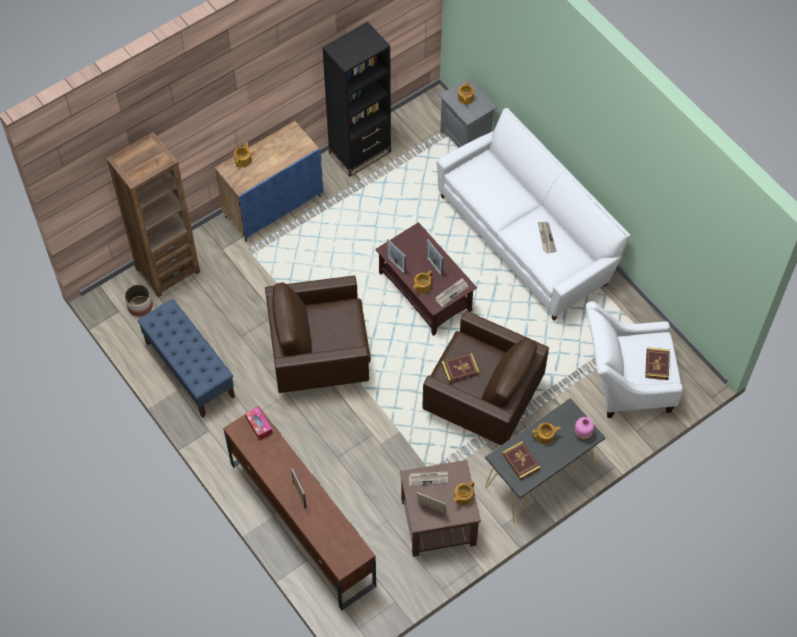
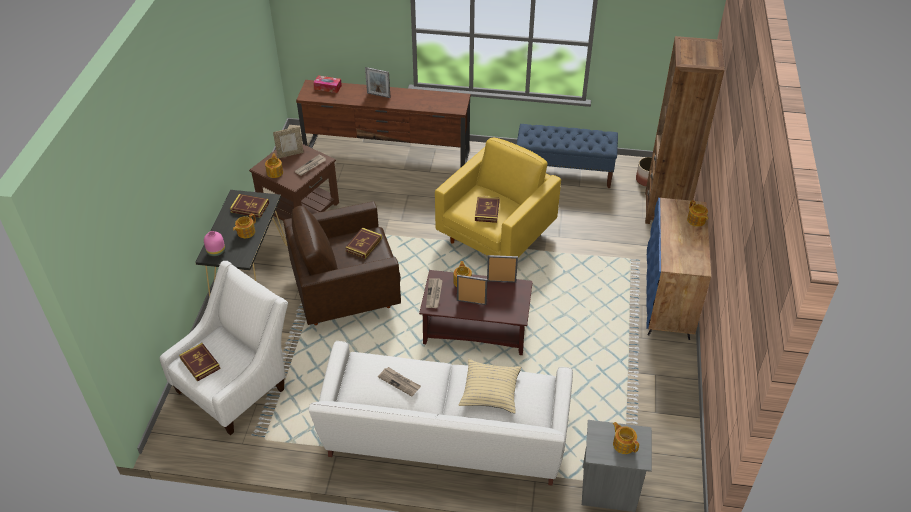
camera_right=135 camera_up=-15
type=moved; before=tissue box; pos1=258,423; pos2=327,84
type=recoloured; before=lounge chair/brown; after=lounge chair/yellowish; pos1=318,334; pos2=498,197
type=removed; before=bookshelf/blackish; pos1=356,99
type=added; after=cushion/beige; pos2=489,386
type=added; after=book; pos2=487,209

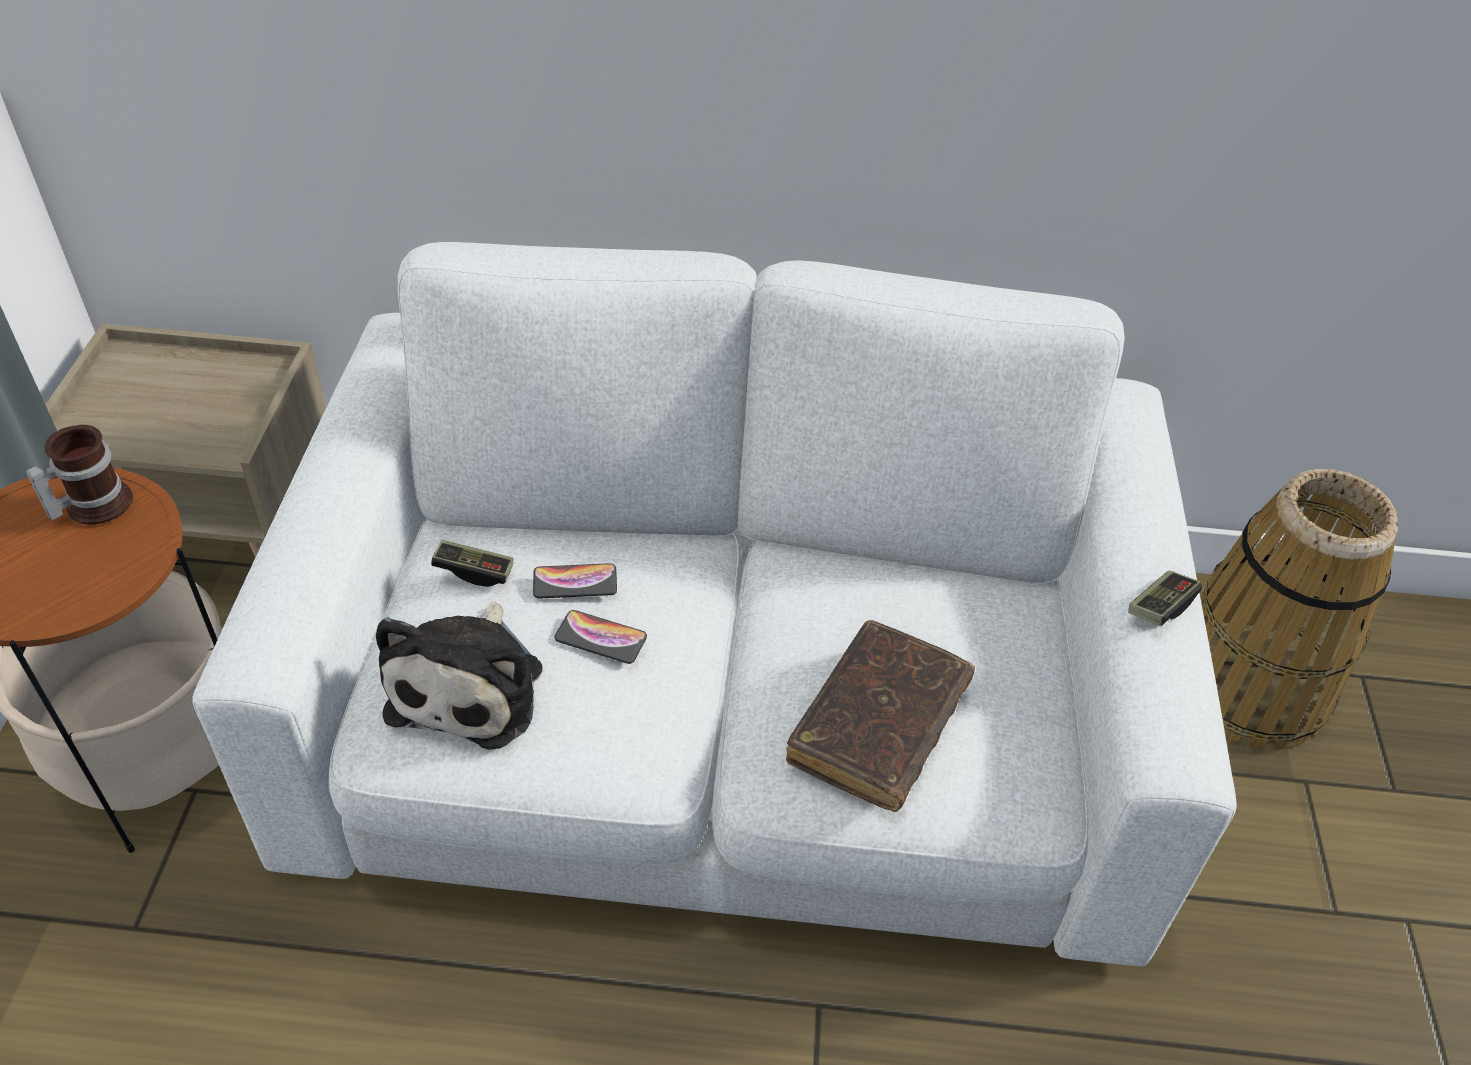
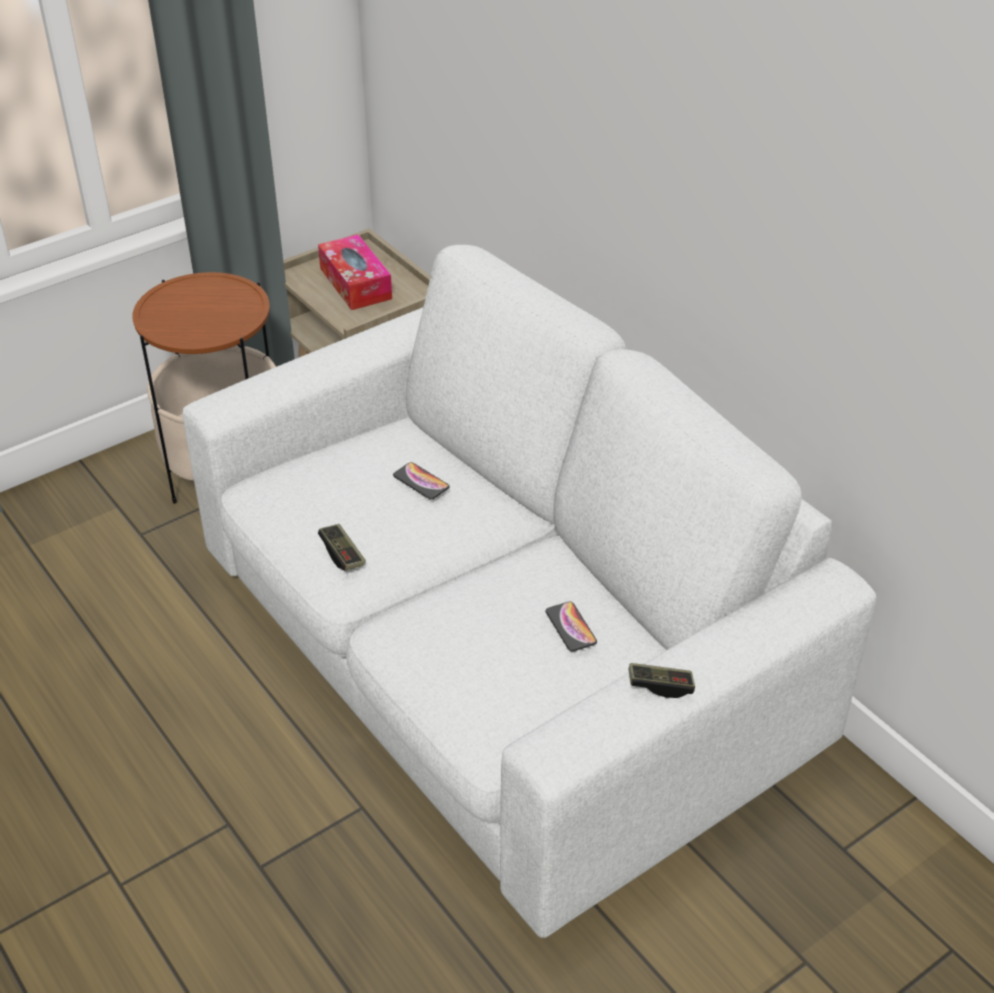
camera_right=50 camera_up=-5
type=removed; before=tea mug; pos1=79,475
type=removed; before=soft toy; pos1=459,675
type=moved; before=gamepad; pos1=472,563; pos2=342,547
type=moved; before=handset; pos1=600,637; pos2=571,626
type=removed; before=book/brown; pos1=880,716
type=removed; before=basket; pos1=1299,609
type=added; after=tissue box; pos2=355,272

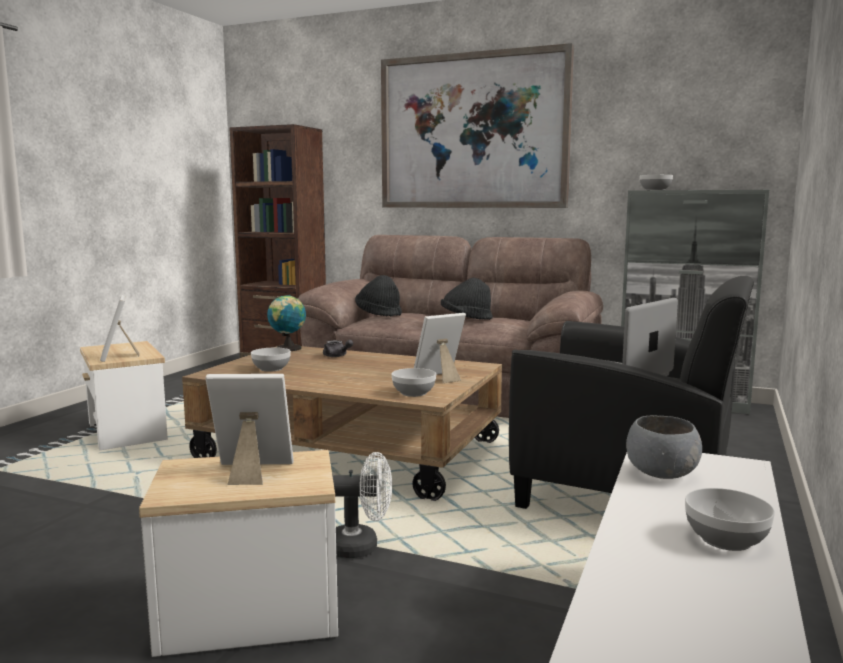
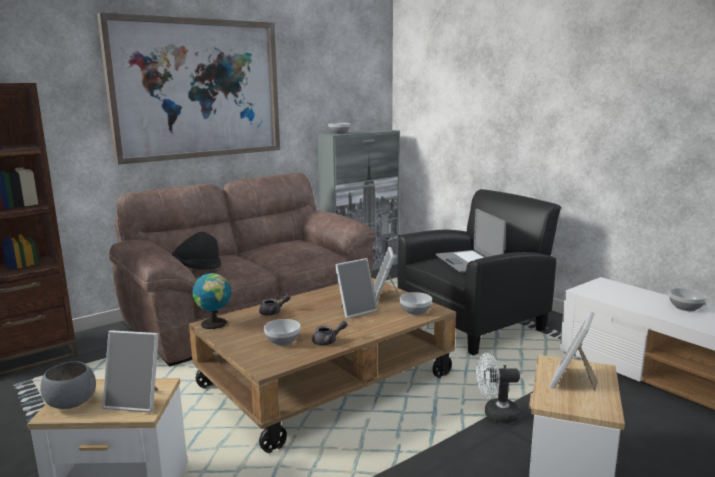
camera_right=-60 camera_up=5
type=turned; before=electric fan/white; pos1=362,505; pos2=498,388; turn=-120
type=removed; before=hat/blackish; pos1=467,298
type=moved; before=deep dish/grey; pos1=664,447; pos2=68,385
type=added; after=teapot/grey; pos2=329,333
type=added; after=standing frame; pos2=356,288

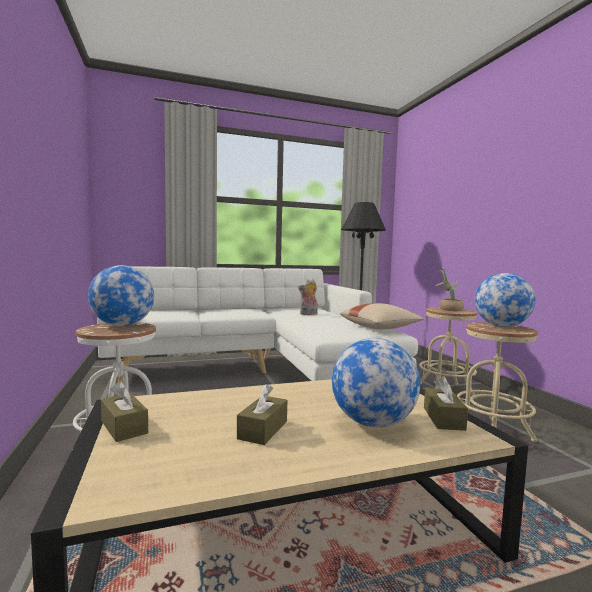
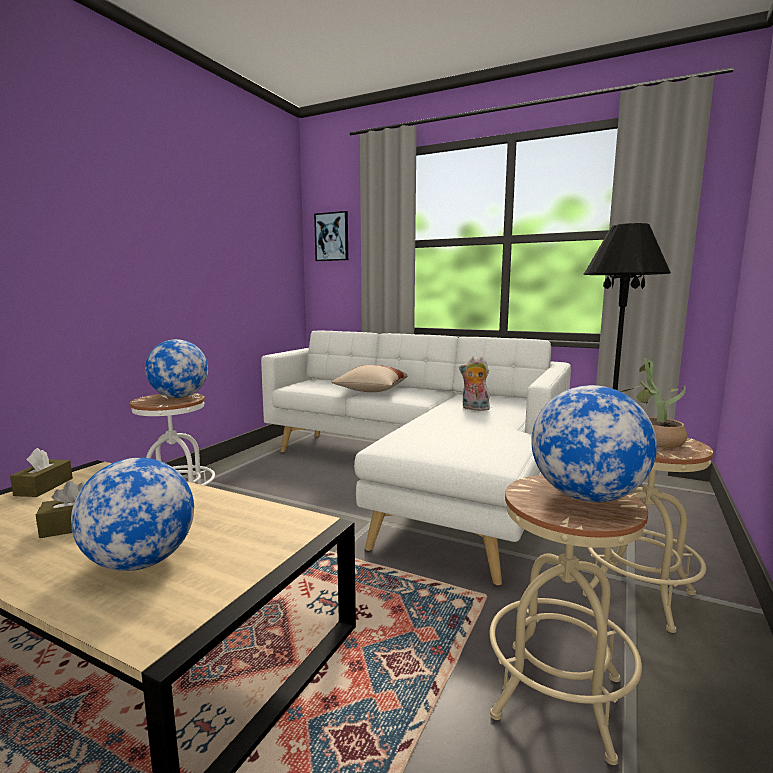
camera_right=45 camera_up=5
type=moved; before=cushion/beige; pos1=382,316; pos2=370,378
type=removed; before=tissue box/brown; pos1=446,403
type=added; after=wall picture; pos2=331,236

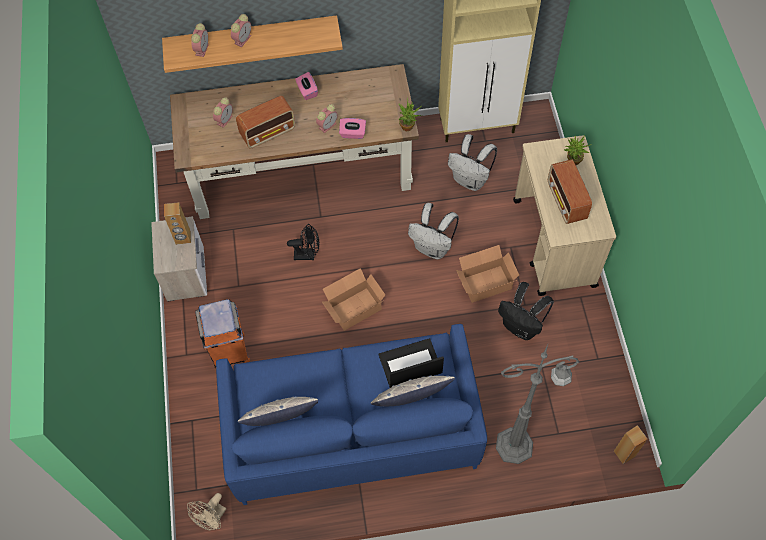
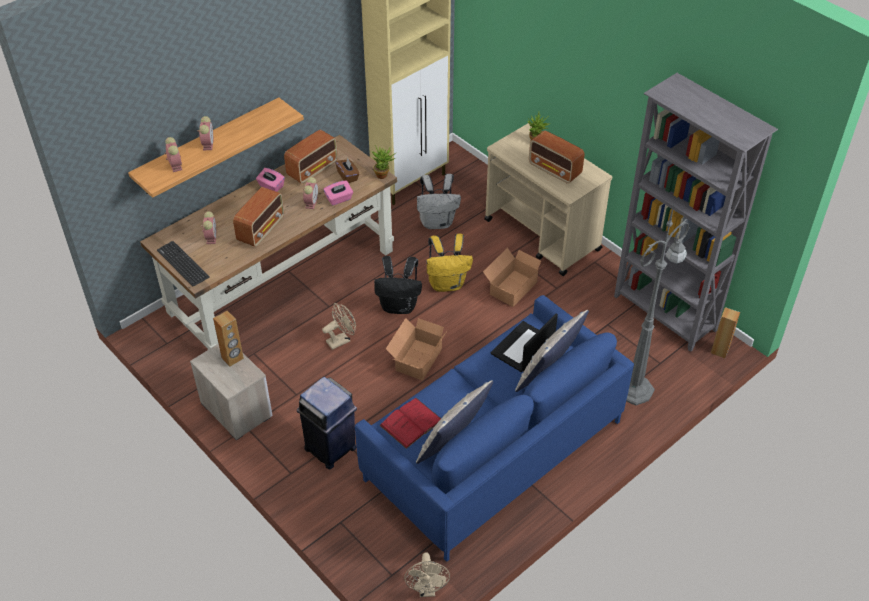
camera_right=-35 camera_up=-15
type=recoloured; before=trash can/orange; after=trash can/blue; pos1=222,334; pos2=327,423
type=recoloured; before=electric fan/blackish; after=electric fan/beige; pos1=303,242; pos2=339,326
type=recoloured; before=backpack/white; after=backpack/yellowish; pos1=433,231; pos2=450,262
type=moved; before=backpack/blackish; pos1=526,311; pos2=398,285
type=added; after=keyboard; pos2=183,263
type=added; after=radio set; pos2=311,157
type=added; after=tissue box/brown; pos2=347,170
type=added; after=book/red; pos2=410,423
type=added; after=bookshelf/grey; pos2=696,212

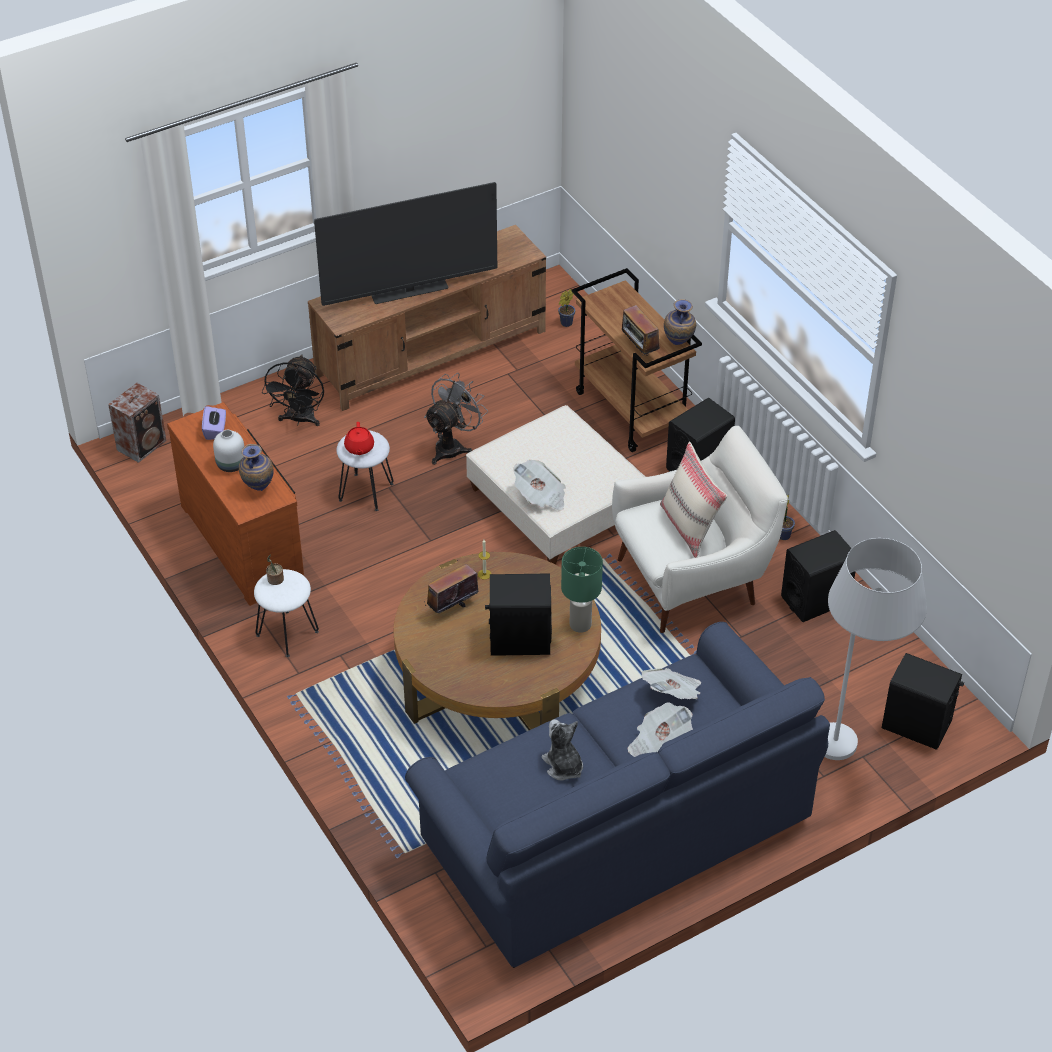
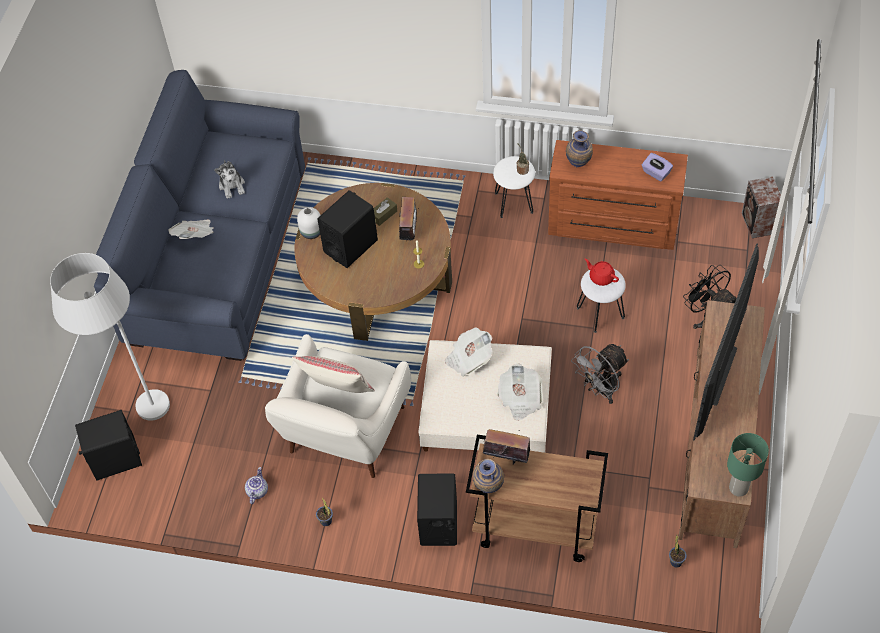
camera_right=135 camera_up=10
type=moved; before=flower vase/white; pos1=228,451; pos2=309,223
type=turned; before=electric fan/grey; pos1=456,419; pos2=600,374; turn=60
type=turned; before=soft toy; pos1=562,750; pos2=229,179; turn=60
type=moved; before=table lamp/green-coloured; pos1=582,590; pos2=748,465
type=moved; before=daily paper; pos1=671,683; pos2=520,392
type=replaced; before=audio speaker/blackish; after=teapot; pos1=818,576; pos2=256,485
type=added; after=tissue box/brown; pos2=385,211

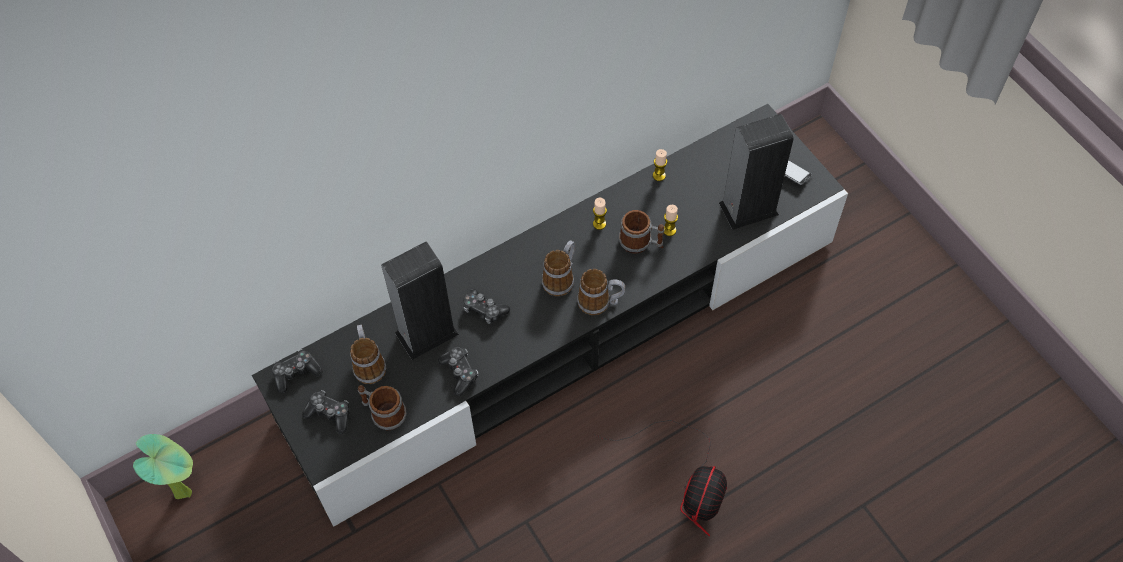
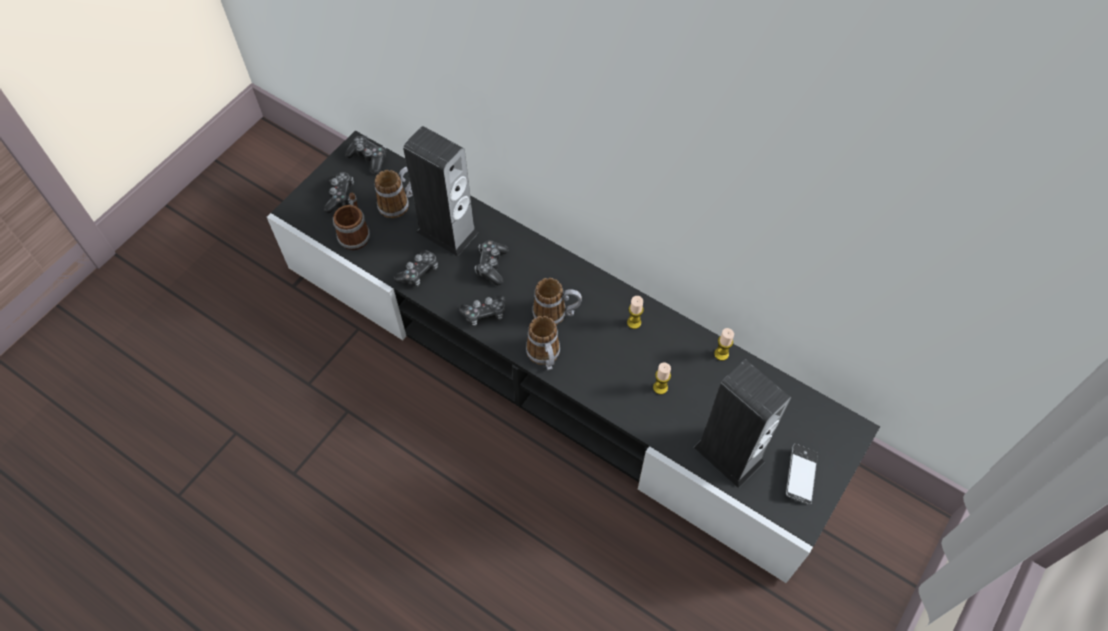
camera_right=65 camera_up=0
type=removed; before=houseplant; pos1=163,466
type=removed; before=electric fan; pos1=661,478
type=removed; before=tea mug; pos1=642,232
type=added; after=gamepad; pos2=482,310

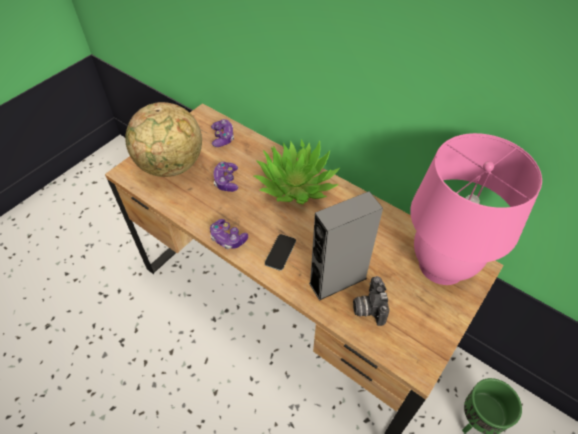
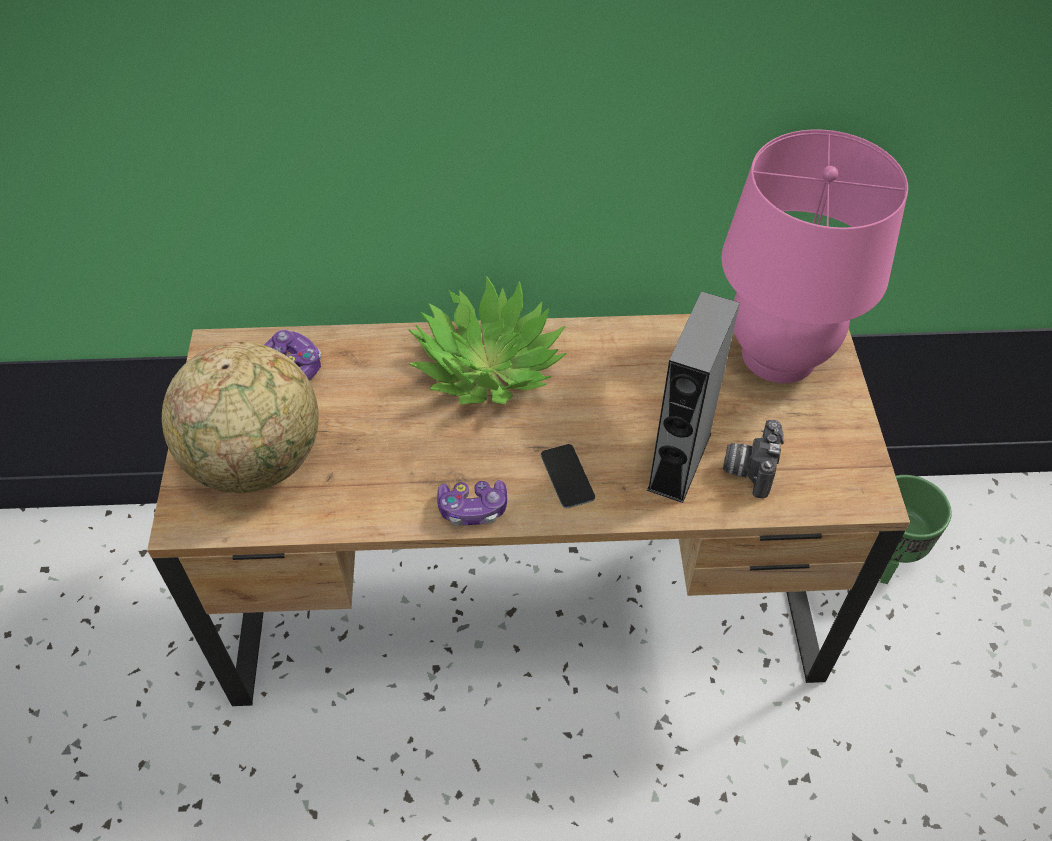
camera_right=-40 camera_up=0
type=removed; before=gamepad; pos1=226,177
type=turned; before=still camera; pos1=371,301; pos2=753,459; turn=60

